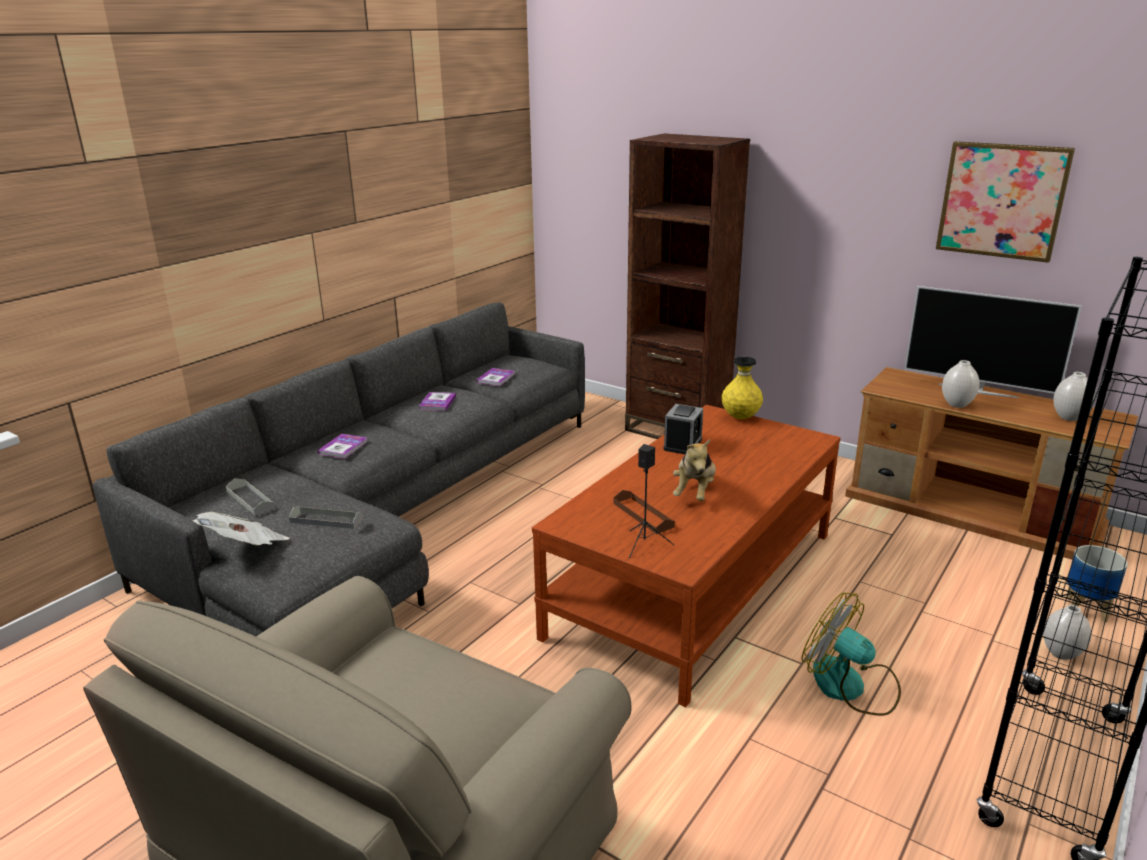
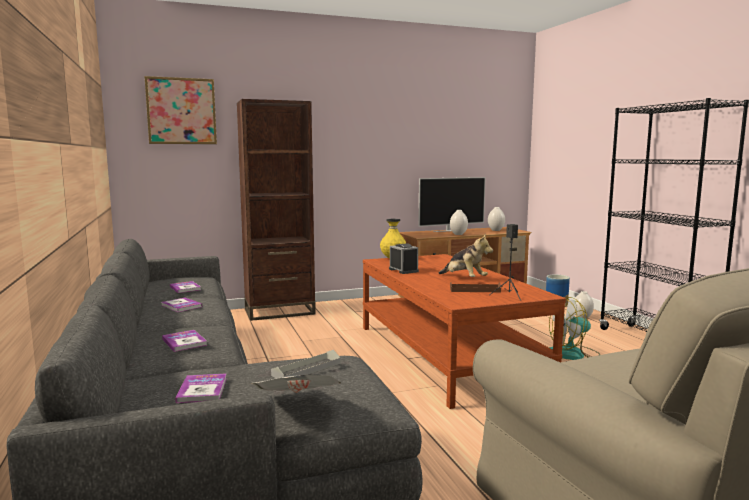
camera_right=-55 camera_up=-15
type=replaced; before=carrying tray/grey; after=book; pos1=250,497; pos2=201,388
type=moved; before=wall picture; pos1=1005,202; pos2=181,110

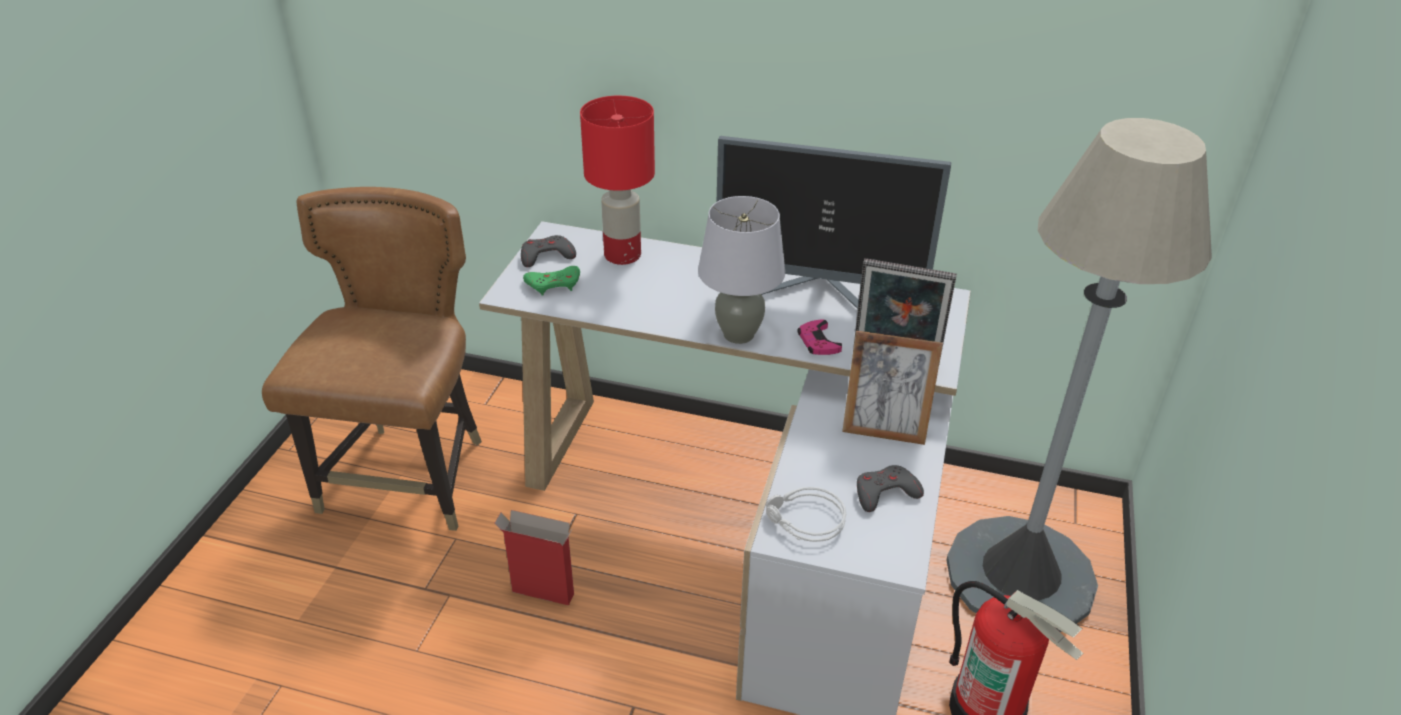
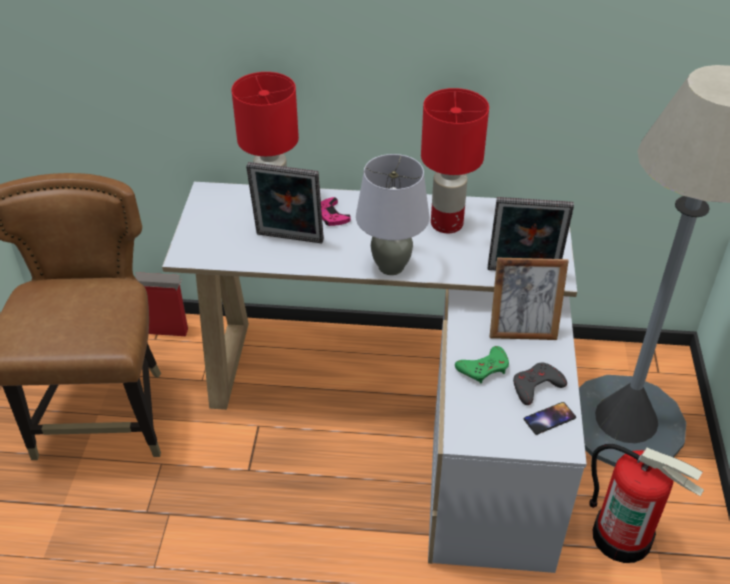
camera_right=-10 camera_up=5
type=moved; before=carton; pos1=534,557; pos2=162,304
type=removed; before=gamepad/grey; pos1=548,251
type=moved; before=gamepad/green-coloured; pos1=551,281; pos2=482,365
type=replaced; before=monitor; after=table lamp/red; pos1=834,222; pos2=455,161
type=removed; before=headphones/grey; pos1=806,514
type=moved; before=gamepad/pink-coloured; pos1=819,337; pos2=336,211
type=added; after=standing frame; pos2=285,202
type=added; after=handset; pos2=550,418

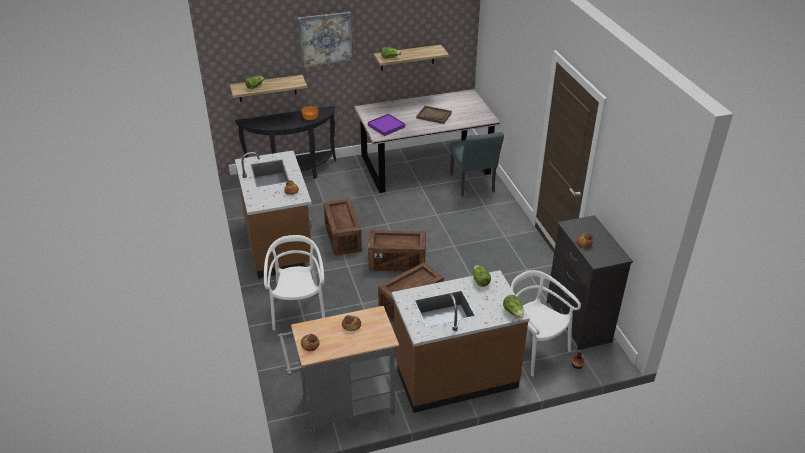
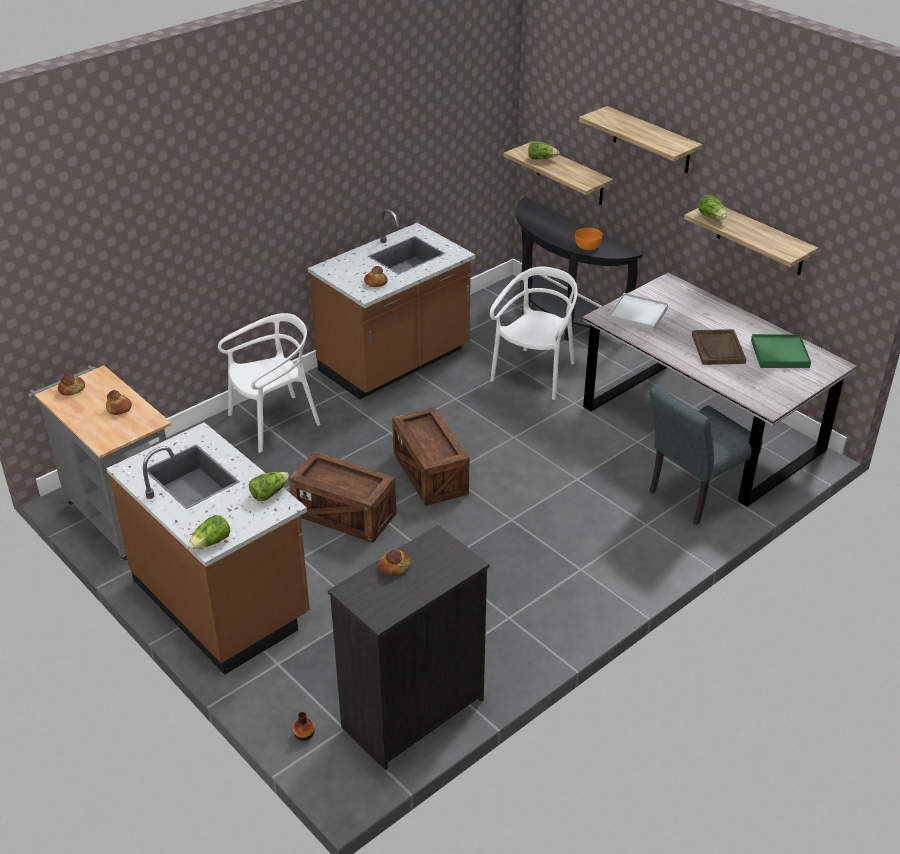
camera_right=65 camera_up=0
type=replaced; before=wall picture; after=wall shelf; pos1=325,40; pos2=640,139
type=removed; before=crate; pos1=343,227
type=recoloured; before=carrying tray/purple-coloured; after=carrying tray/white; pos1=386,125; pos2=638,312
type=moved; before=chair/white; pos1=546,323; pos2=534,333
type=added; after=carrying tray/green-coloured; pos2=781,351

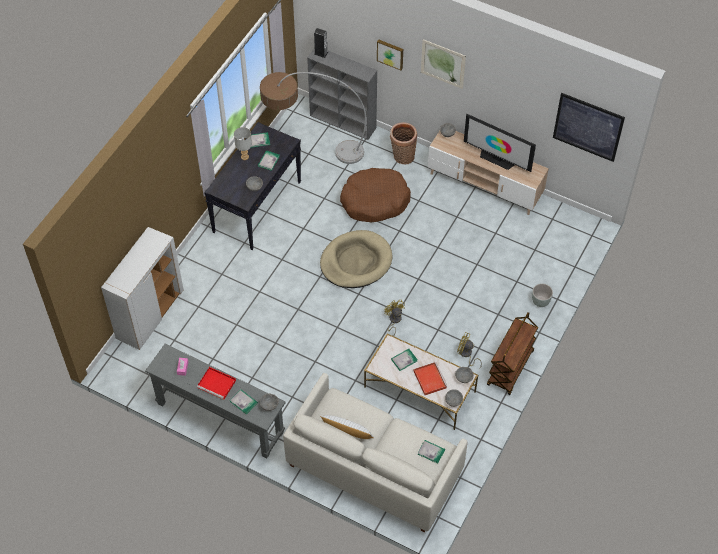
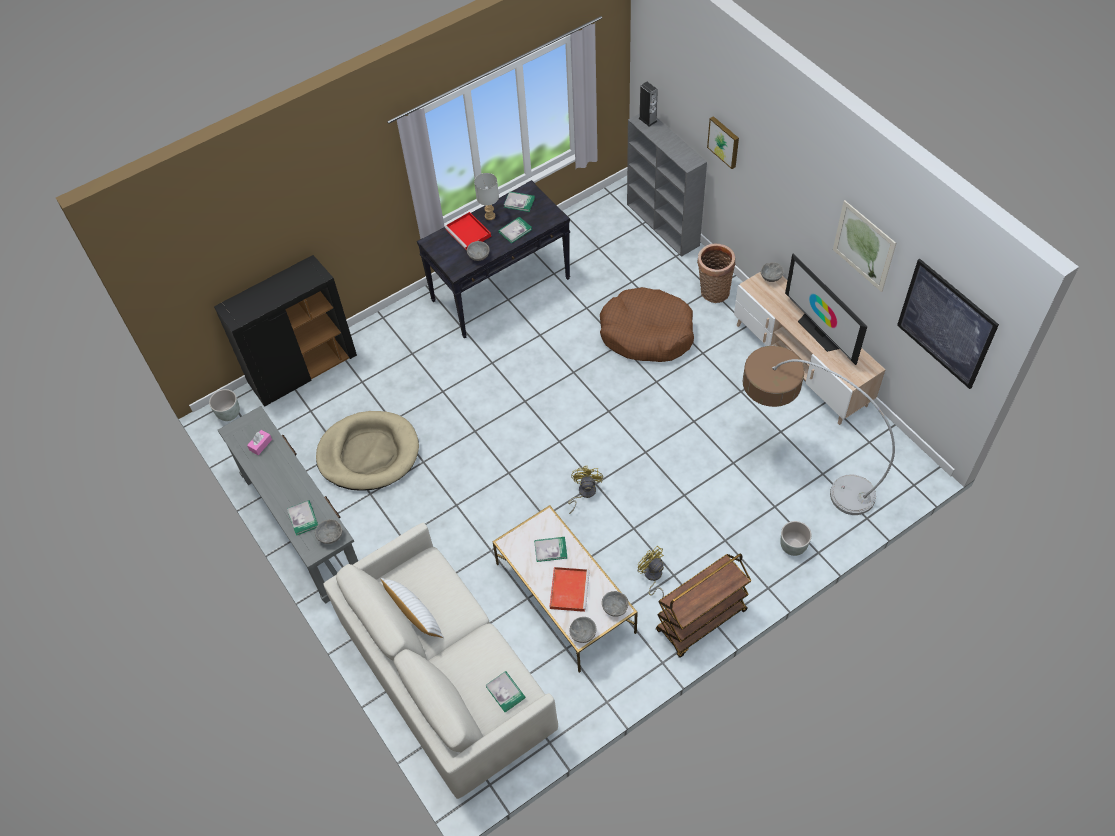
camera_right=30 camera_up=0
type=recoloured; before=cupboard/white; after=cupboard/blackish; pos1=142,288; pos2=285,331
type=moved; before=carrying tray/red; pos1=216,383; pos2=468,231
type=moved; before=floor lamp; pos1=313,118; pos2=819,430
type=moved; before=dog bed/beige; pos1=356,259; pos2=367,451
type=moved; before=wall picture; pos1=443,64; pos2=864,246
type=added; after=flower pot/grey; pos2=224,405

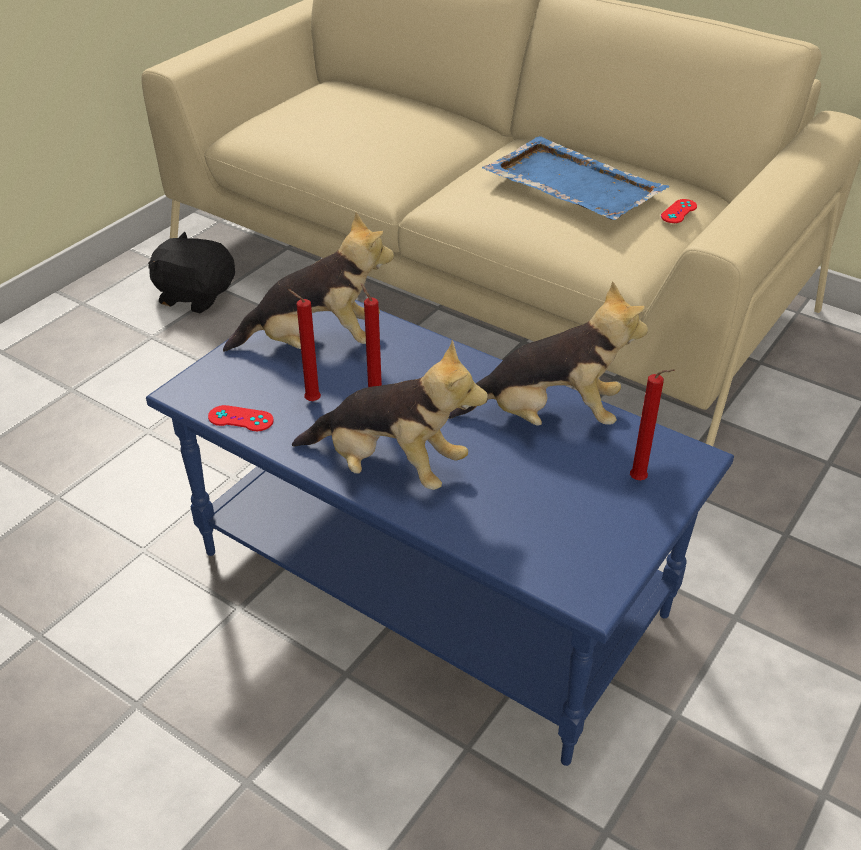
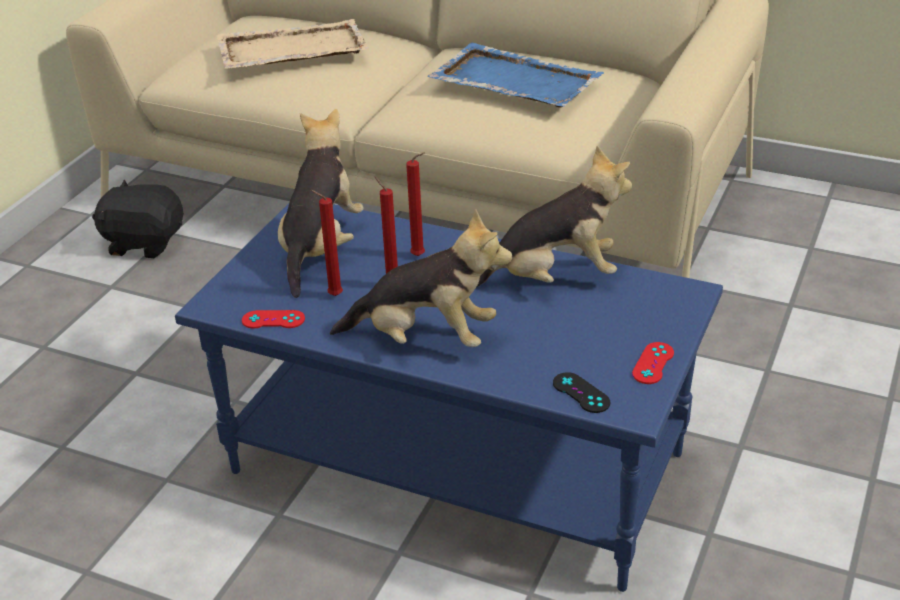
camera_right=-10 camera_up=-5
type=turned; before=soft toy; pos1=308,282; pos2=321,203; turn=-60
type=moved; before=wax candle/red; pos1=652,424; pos2=415,204
type=moved; before=gamepad/red; pos1=679,211; pos2=653,363
type=added; after=carrying tray/beige; pos2=293,44
type=added; after=gamepad/blackish; pos2=582,392

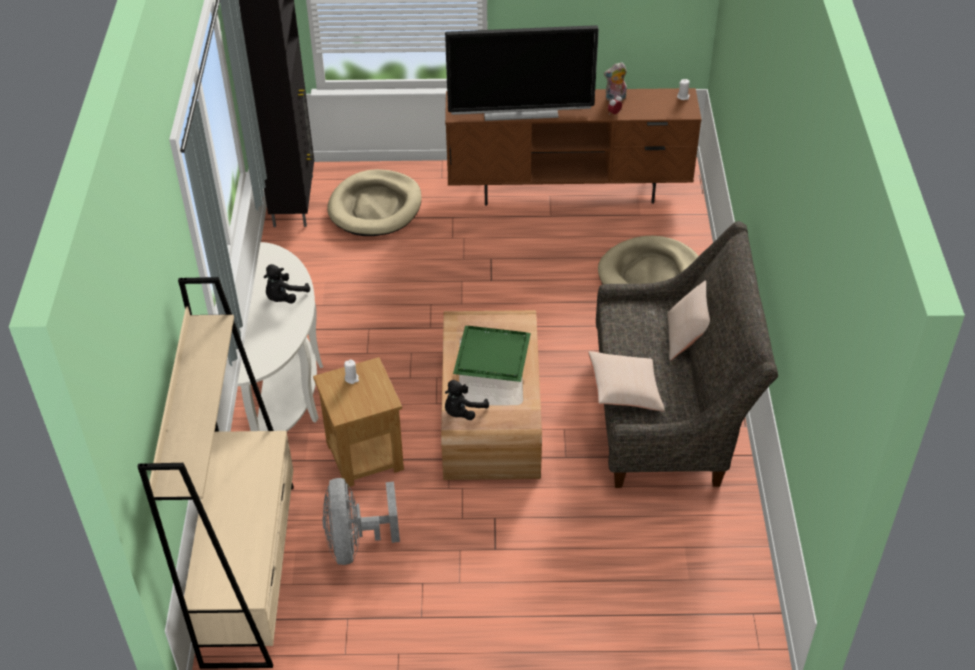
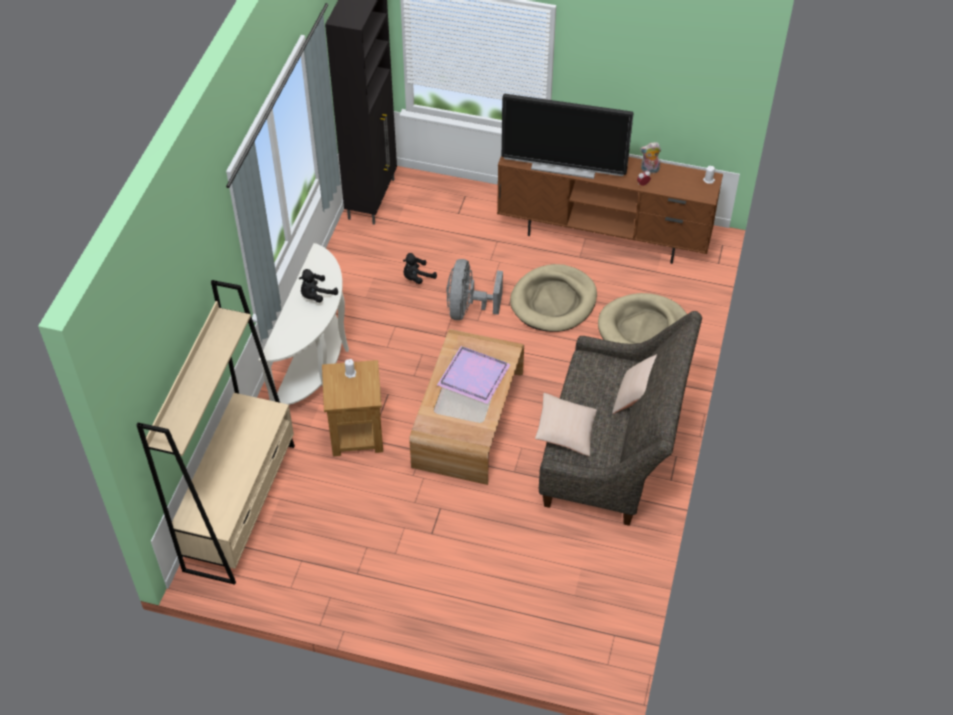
camera_right=15 camera_up=5
type=moved; before=electric fan/grey; pos1=361,521; pos2=474,289
type=moved; before=dog bed/beige; pos1=374,202; pos2=553,298
type=moved; before=soft toy/blackish; pos1=467,400; pos2=420,268
type=recoloured; before=carrying tray/green-coloured; after=carrying tray/purple-coloured; pos1=492,354; pos2=474,375

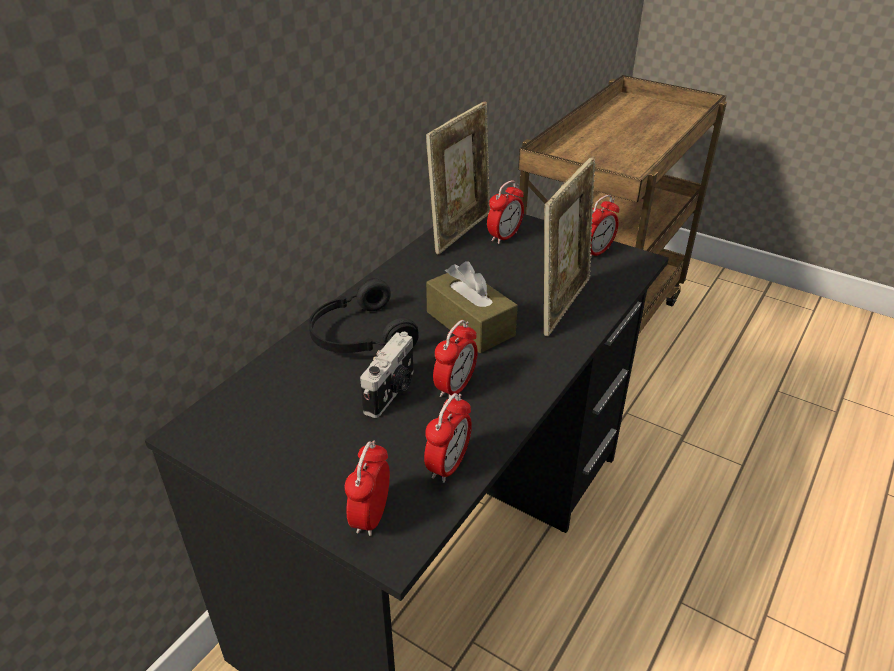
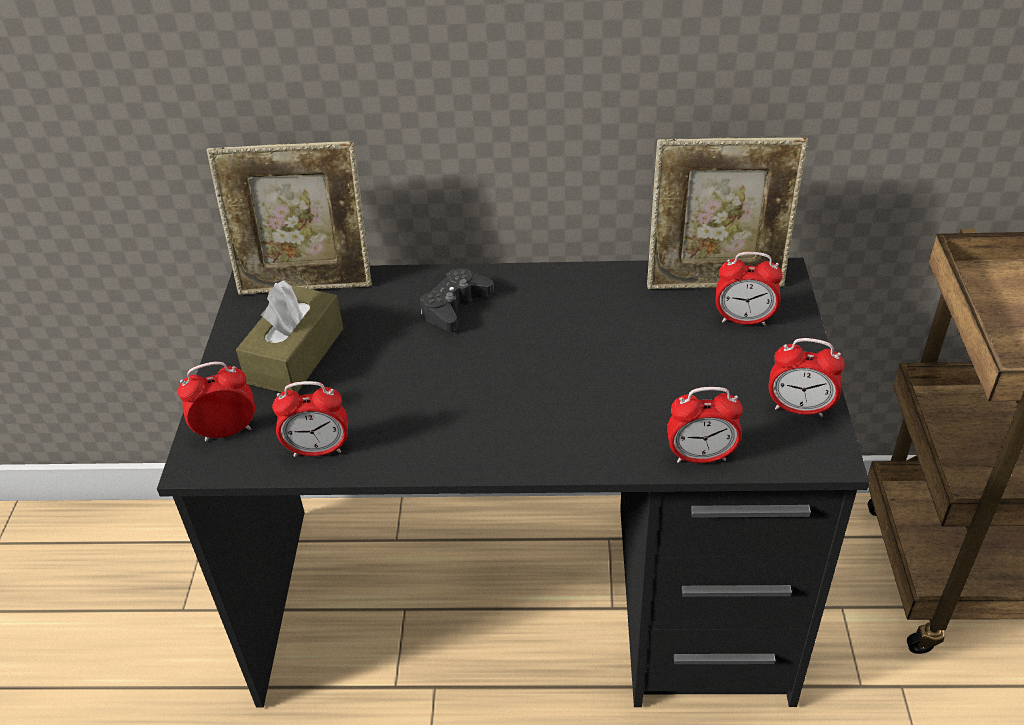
camera_right=60 camera_up=5
type=replaced; before=headphones/blackish; after=gamepad/blackish; pos1=364,315; pos2=457,299
type=removed; before=still camera; pos1=387,375
type=moved; before=tissue box/brown; pos1=472,307; pos2=289,336
type=moved; before=bedside clock; pos1=455,359; pos2=705,425
type=moved; before=standing frame; pos1=570,246; pos2=289,218

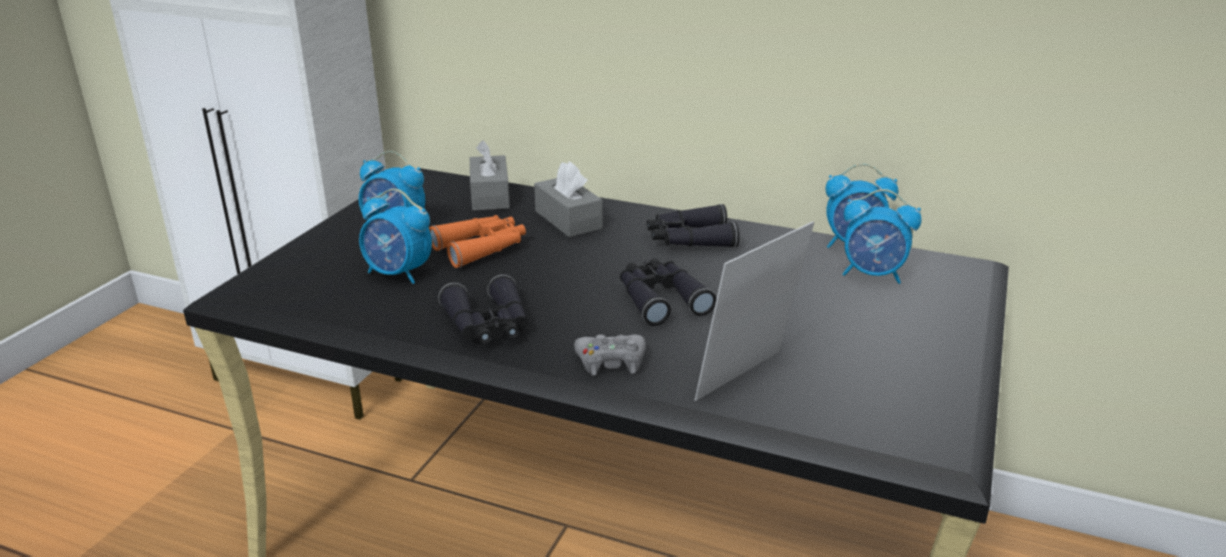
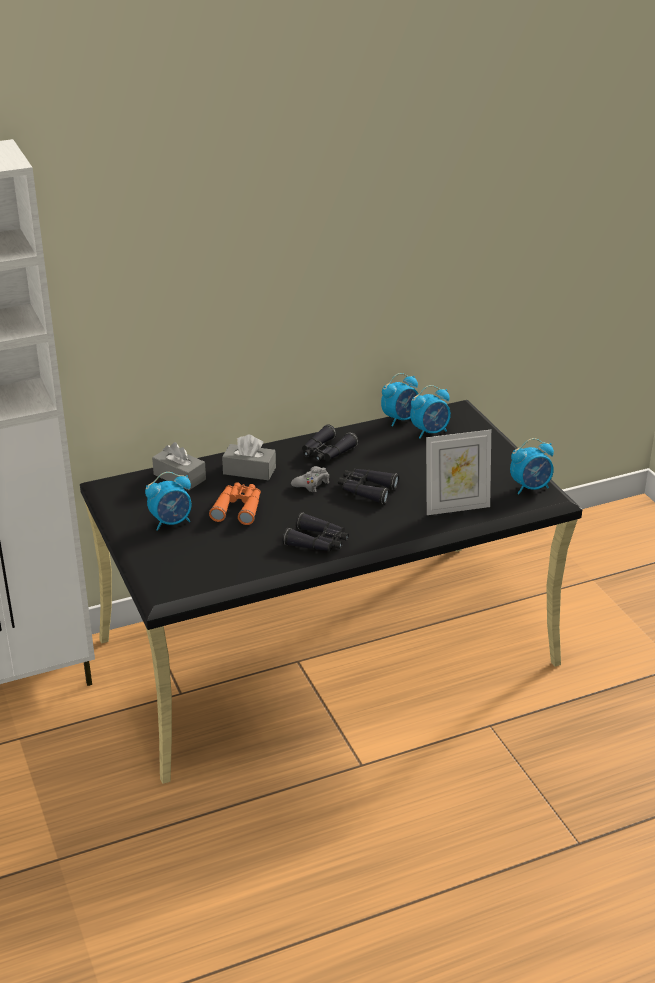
camera_right=-45 camera_up=5
type=moved; before=bedside clock; pos1=395,236; pos2=532,466
type=moved; before=gamepad/grey; pos1=610,355; pos2=310,479
type=turned; before=standing frame; pos1=754,311; pos2=458,472; turn=-105

